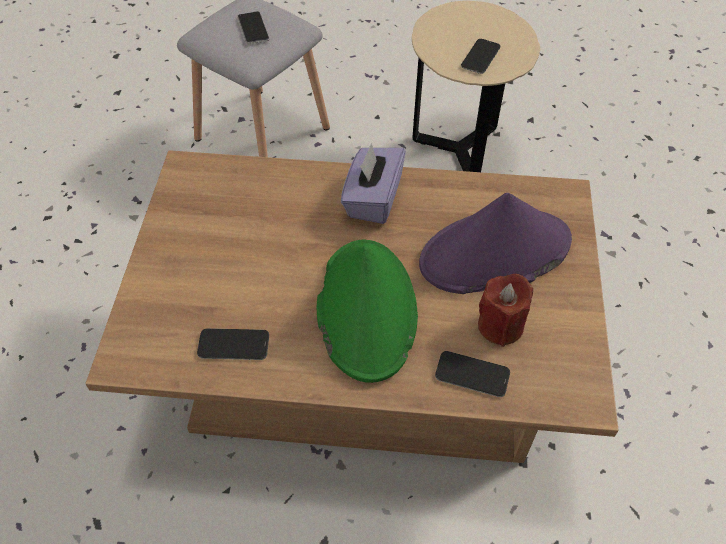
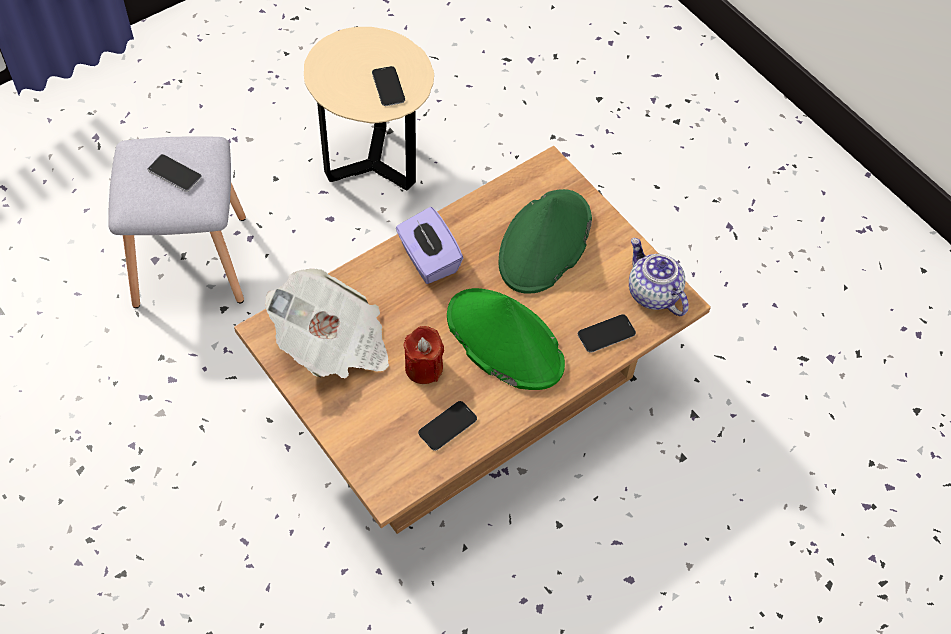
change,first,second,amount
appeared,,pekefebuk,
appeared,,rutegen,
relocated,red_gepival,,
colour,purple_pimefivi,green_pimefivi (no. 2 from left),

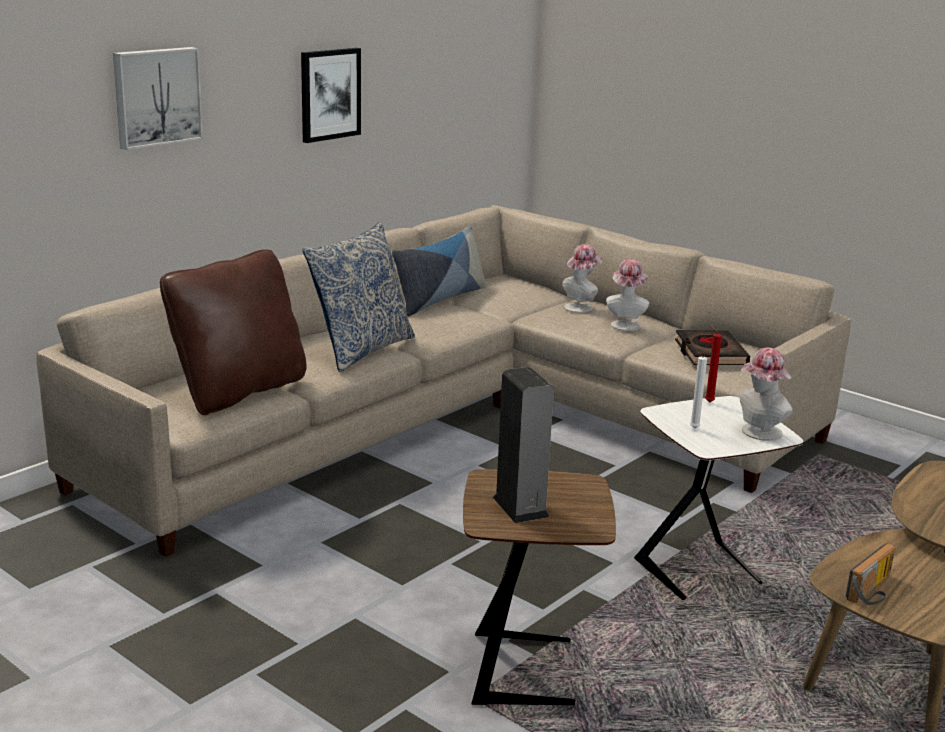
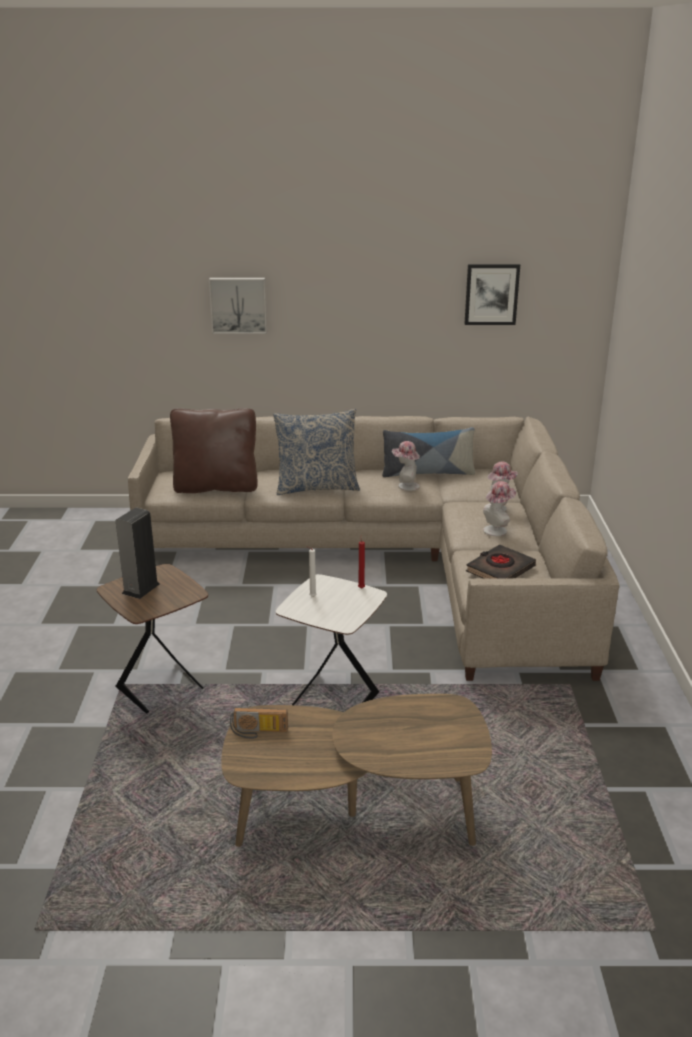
change,first,second,amount
relocated,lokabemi (no. 2 from left),,
relocated,pimefivi (no. 3 from left in the first image),pimefivi (no. 1 from left),

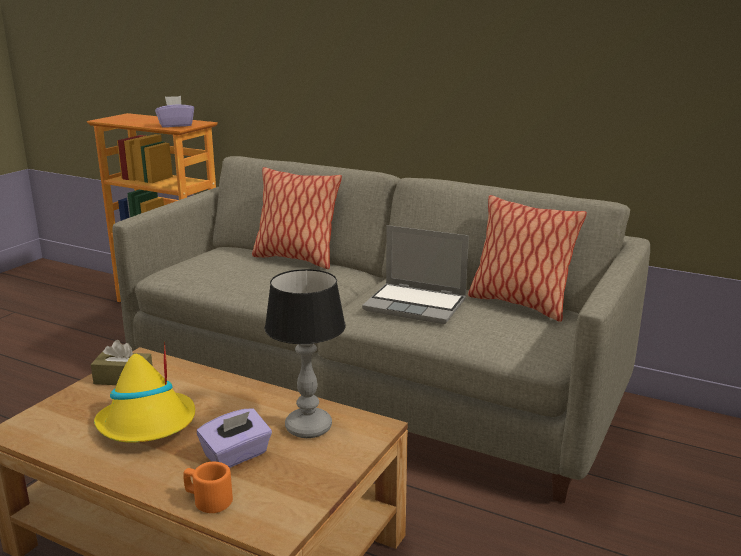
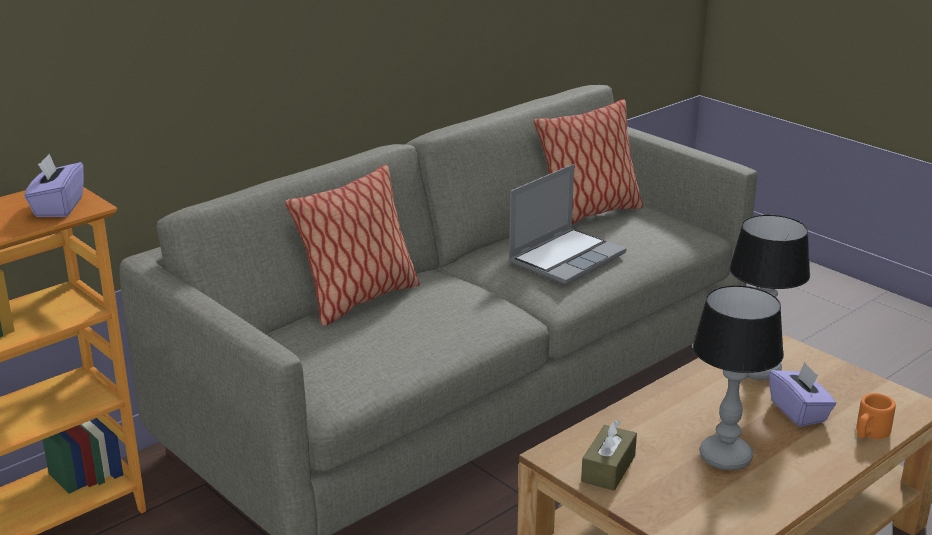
change,first,second,amount
exchanged,yellow_pimefivi,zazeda (no. 1 from left),

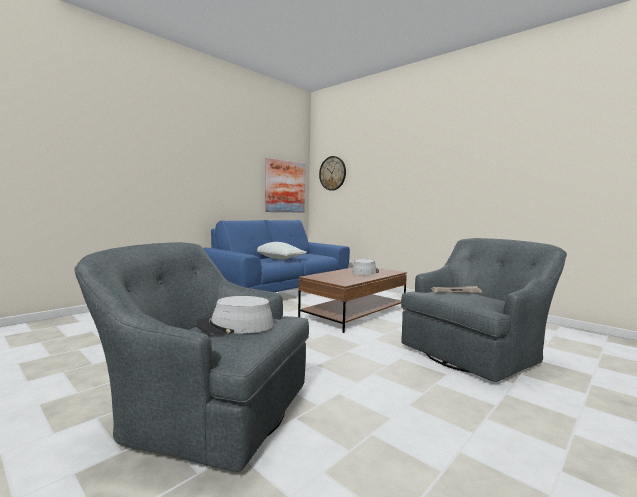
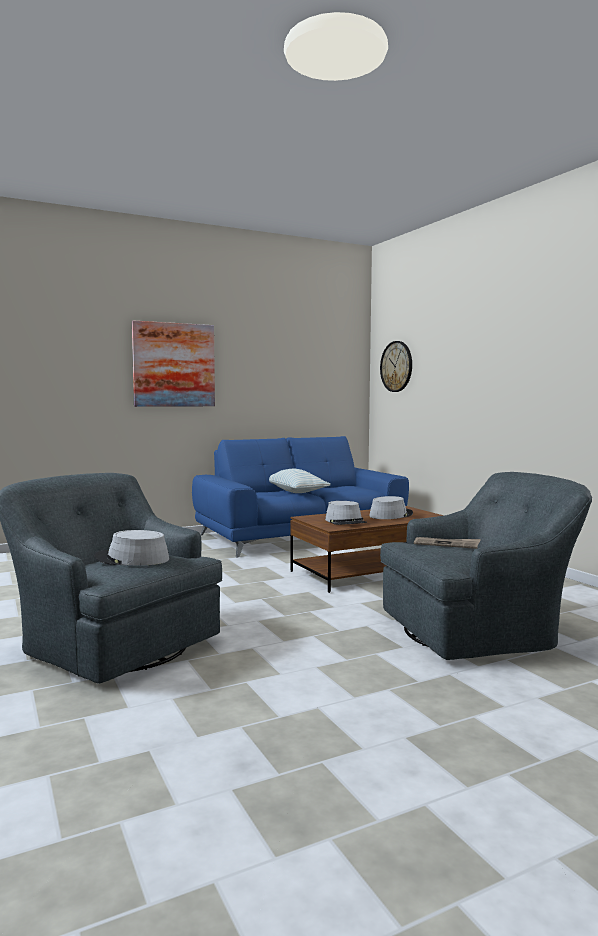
change,first,second,amount
appeared,,grey_pimefivi (no. 2 from left),
relocated,lokabemi,,

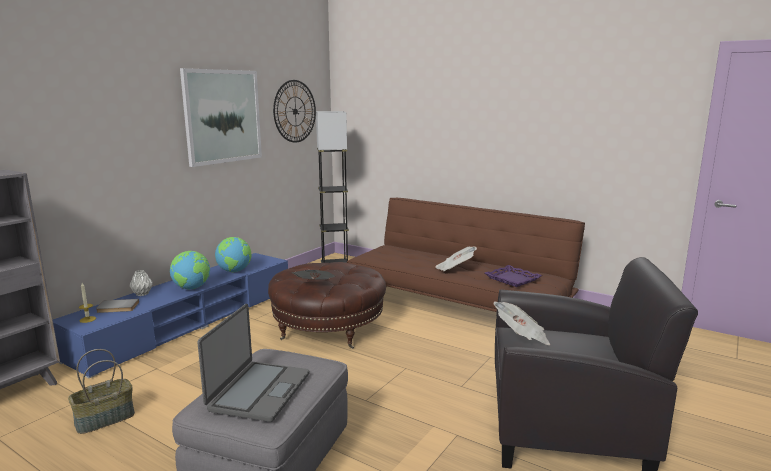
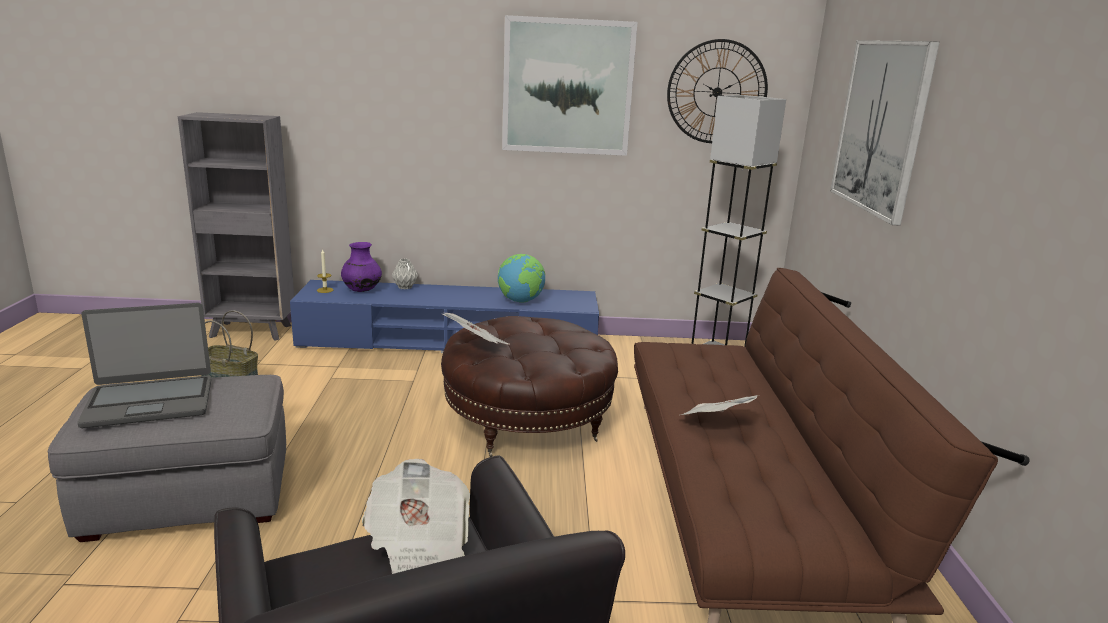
change,first,second,amount
missing,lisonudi (no. 1 from left),,
missing,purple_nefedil,,
appeared,,lokabemi (no. 2 from left),
exchanged,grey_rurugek,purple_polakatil,

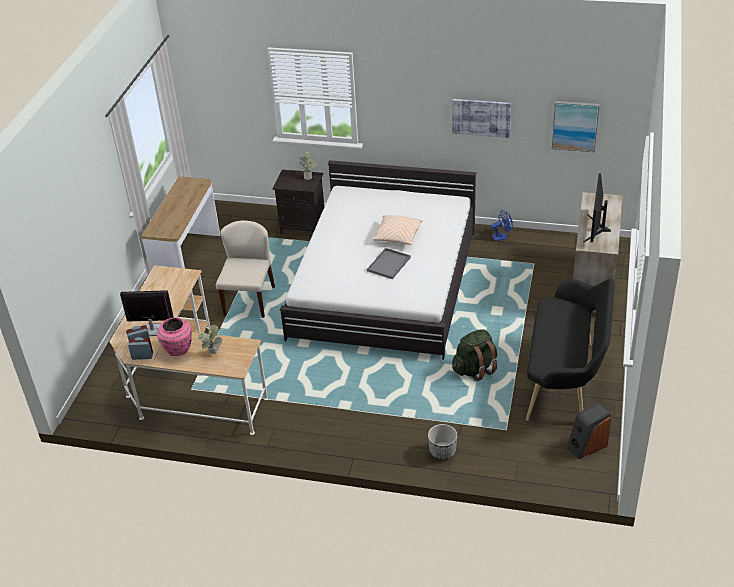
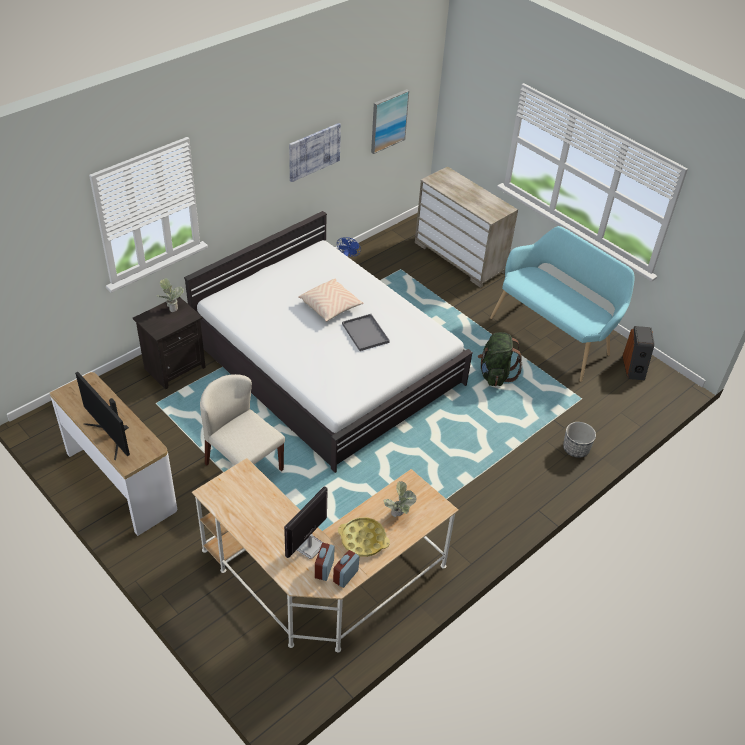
change,first,second,amount
relocated,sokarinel (no. 2 from left in the first image),sokarinel (no. 1 from left),
exchanged,pink_polakatil,yellow_nefedil,
colour,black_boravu,turquoise_boravu,

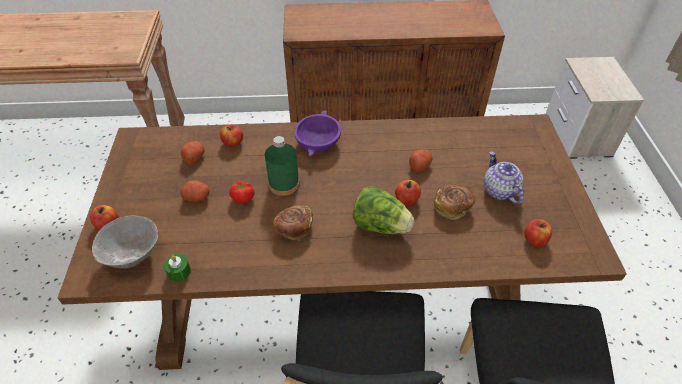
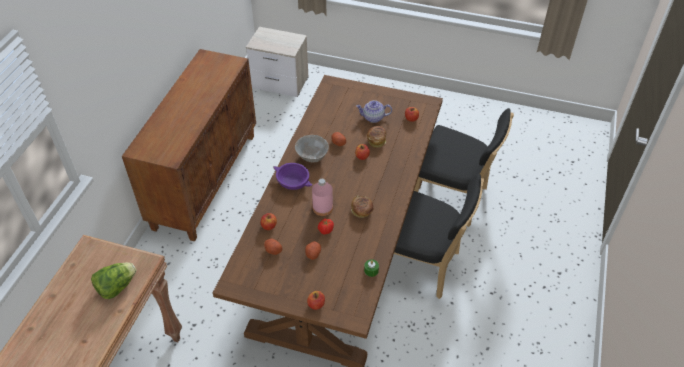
change,first,second,amount
relocated,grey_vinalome,,
relocated,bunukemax,,
colour,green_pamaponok,pink_pamaponok,

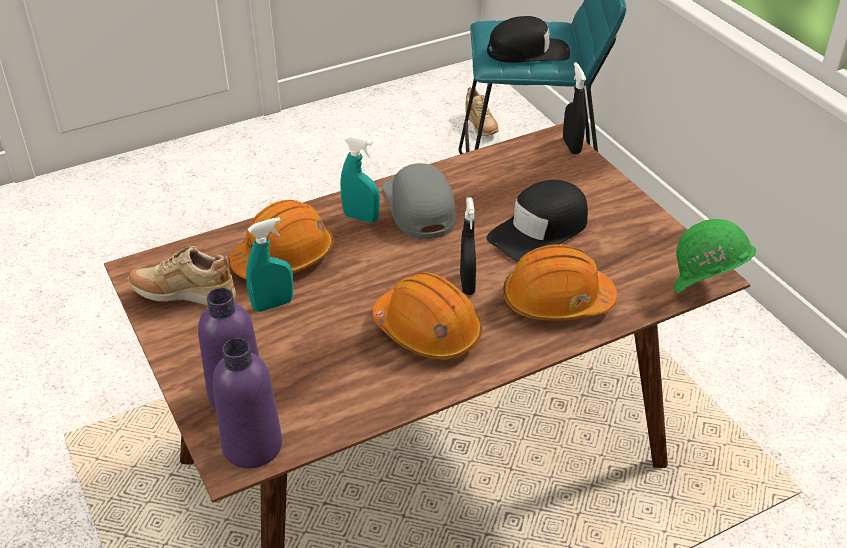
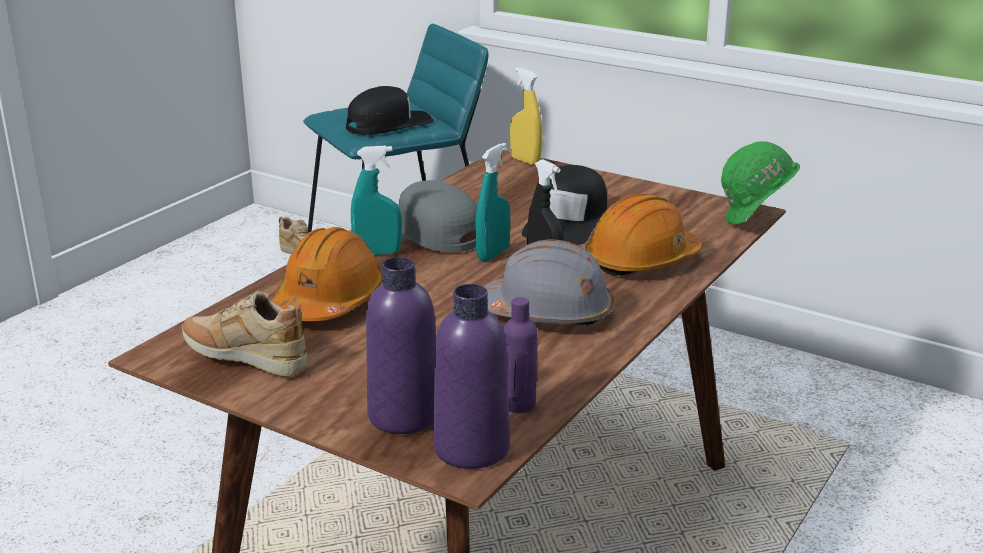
change,first,second,amount
appeared,,purple_pamaponok (no. 3 from left),
relocated,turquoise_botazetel (no. 1 from left in the first image),turquoise_botazetel (no. 2 from left),
colour,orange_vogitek (no. 2 from left),grey_vogitek,
colour,black_botazetel (no. 2 from left),yellow_botazetel,
spun,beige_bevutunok (no. 1 from left),,45 degrees clockwise

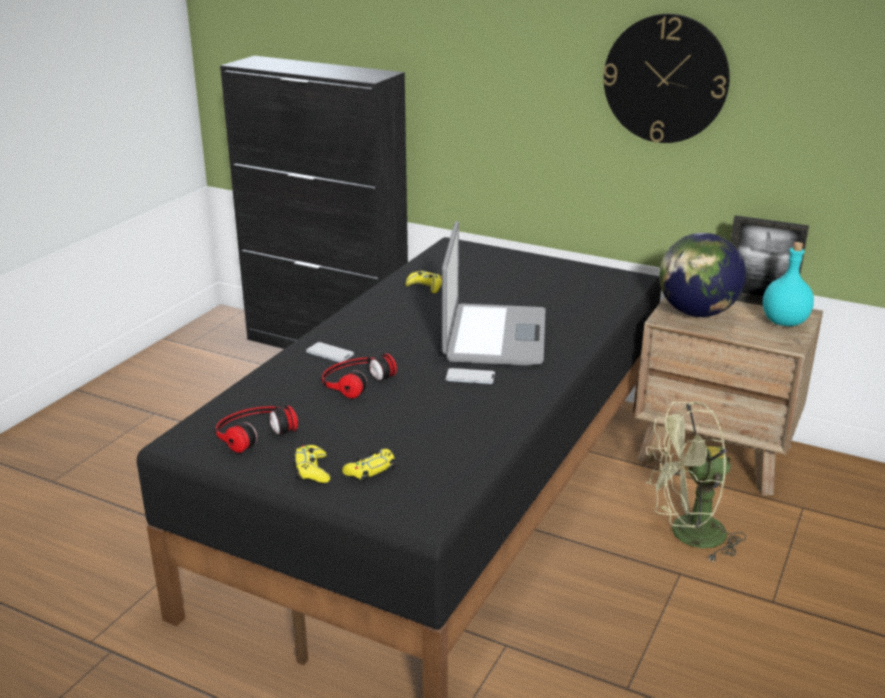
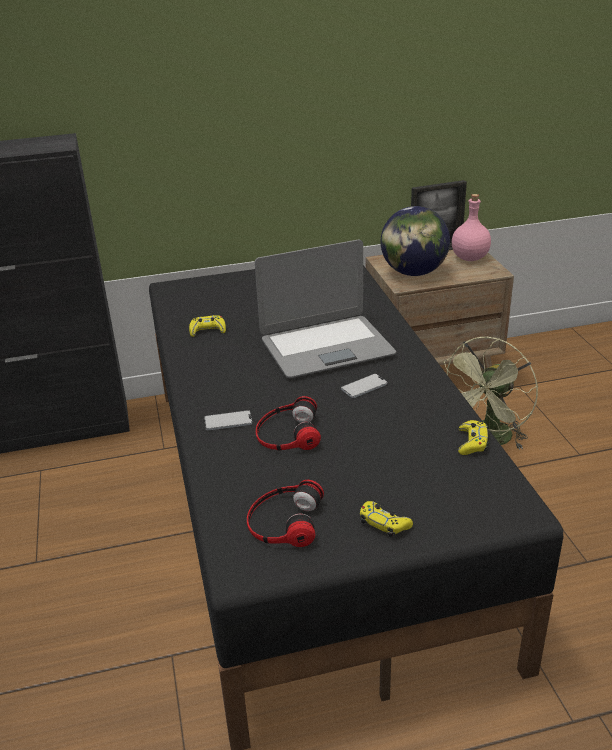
change,first,second,amount
missing,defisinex,,
relocated,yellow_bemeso (no. 2 from left in the first image),yellow_bemeso (no. 3 from left),
colour,turquoise_pamaponok,pink_pamaponok,
spun,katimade,,105 degrees clockwise

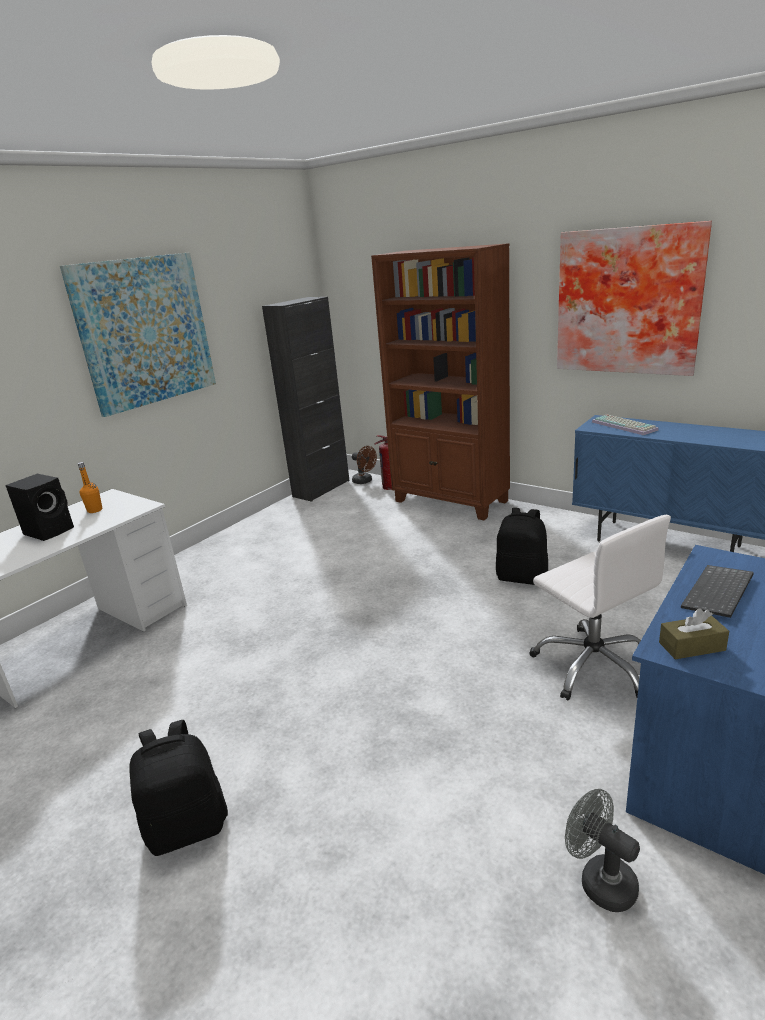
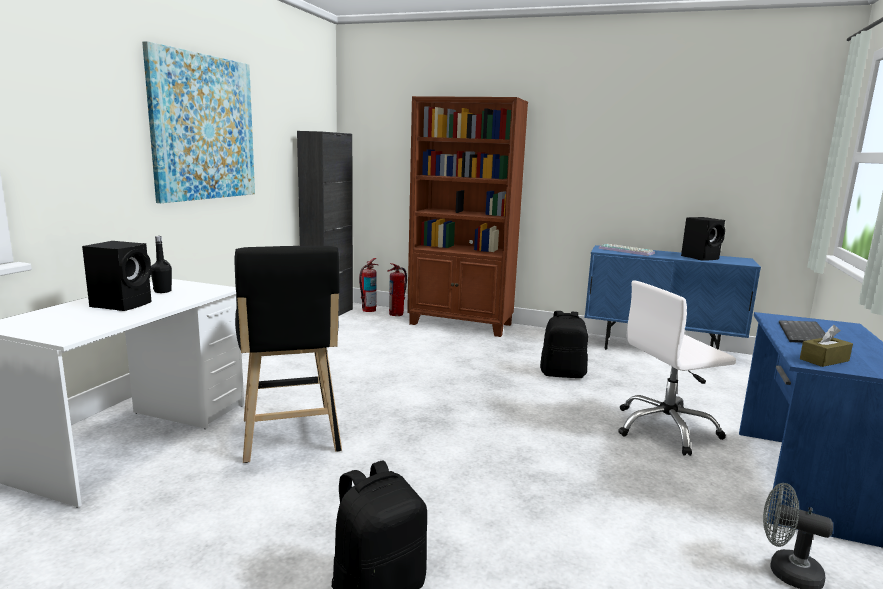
change,first,second,amount
missing,lokabemi (no. 2 from left),,
appeared,,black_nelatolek,
appeared,,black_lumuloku (no. 2 from left),
exchanged,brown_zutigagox,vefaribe (no. 1 from left),
colour,orange_pamaponok,black_pamaponok,
spun,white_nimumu,,120 degrees clockwise

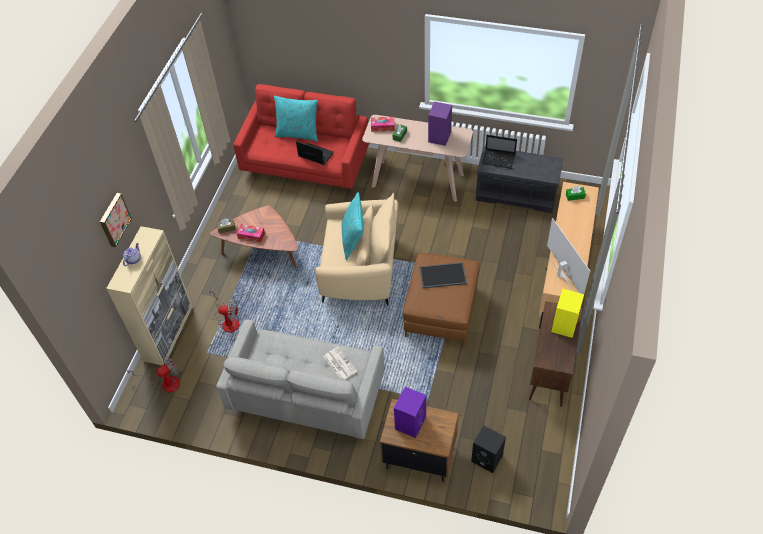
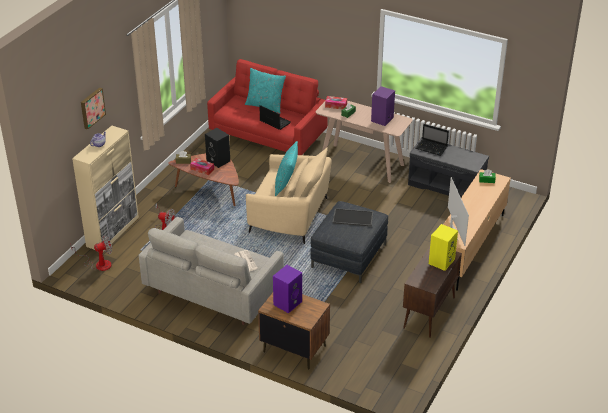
change,first,second,amount
relocated,black_lumuloku,,
colour,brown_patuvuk,grey_patuvuk,

